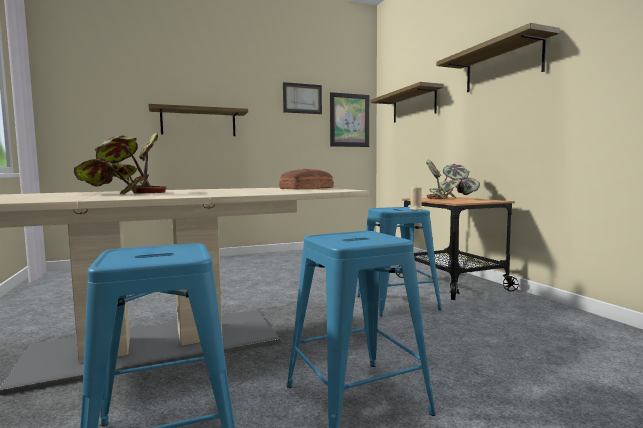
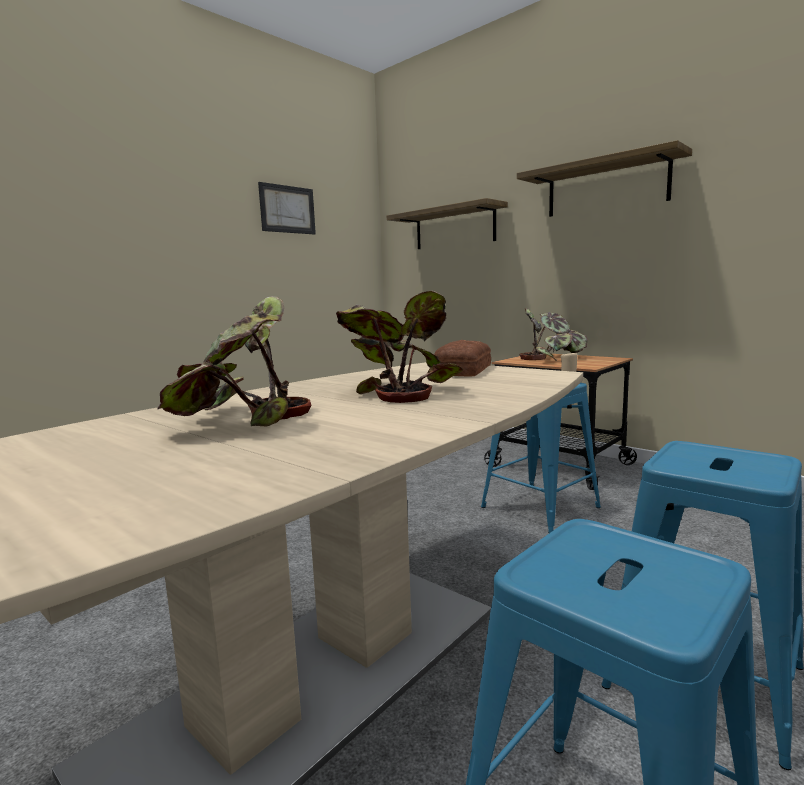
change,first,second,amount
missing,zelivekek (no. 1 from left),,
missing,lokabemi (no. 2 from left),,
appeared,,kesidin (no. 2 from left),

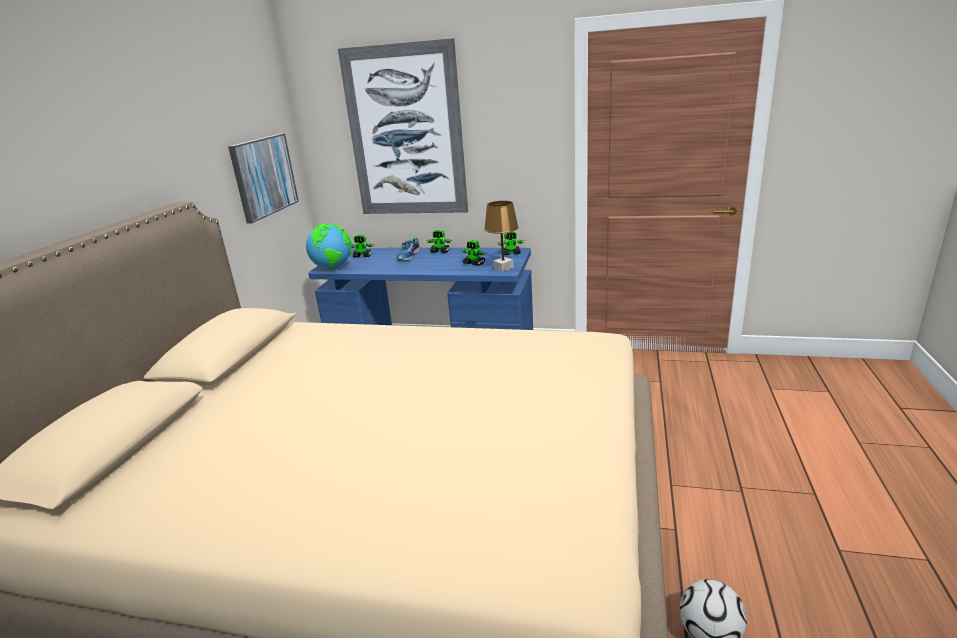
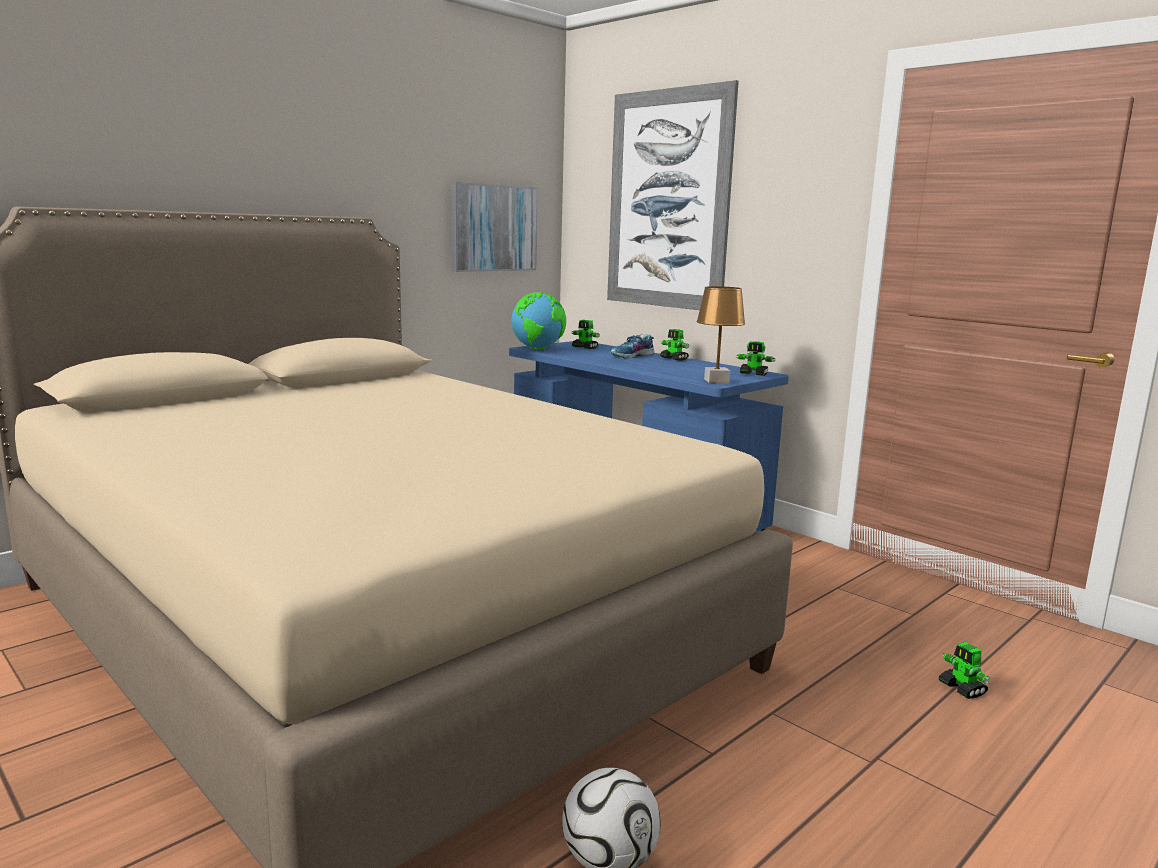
change,first,second,amount
relocated,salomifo (no. 3 from left in the first image),salomifo (no. 4 from left),

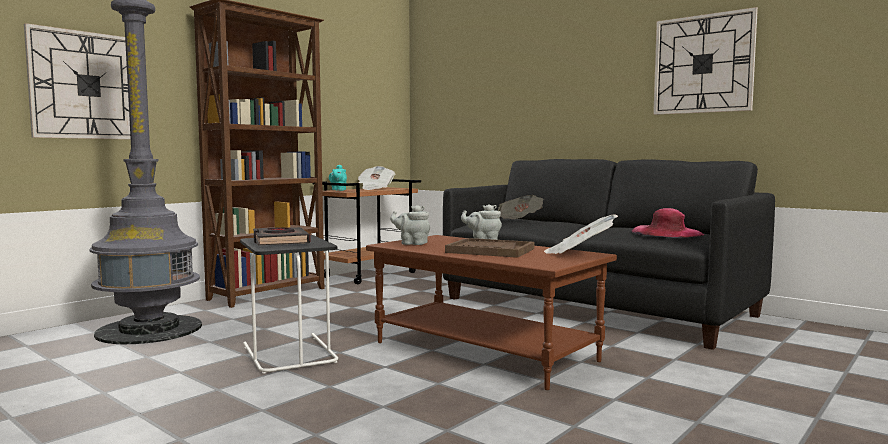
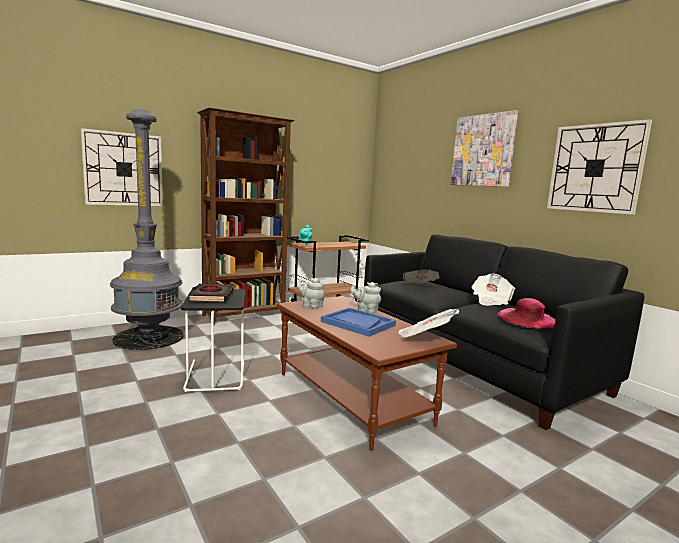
change,first,second,amount
appeared,,lokabemi,
relocated,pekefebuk (no. 1 from left in the first image),pekefebuk (no. 3 from left),
colour,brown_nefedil,blue_nefedil,

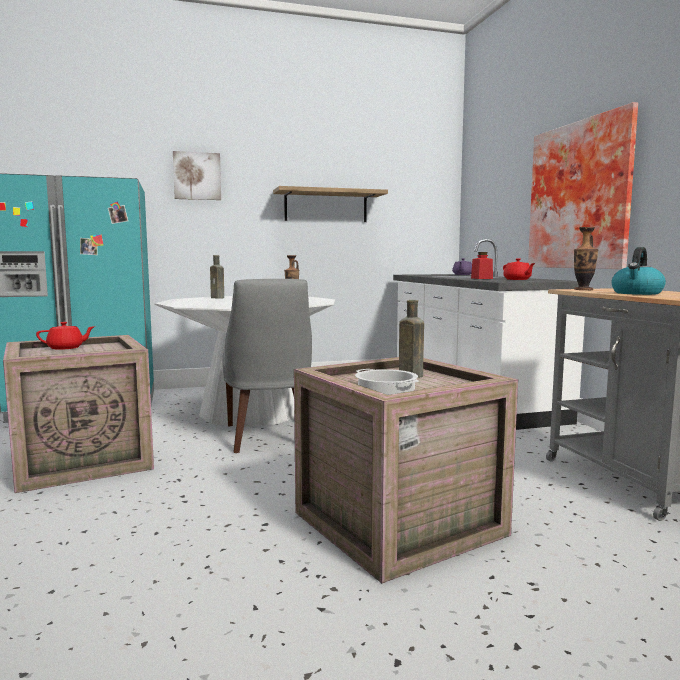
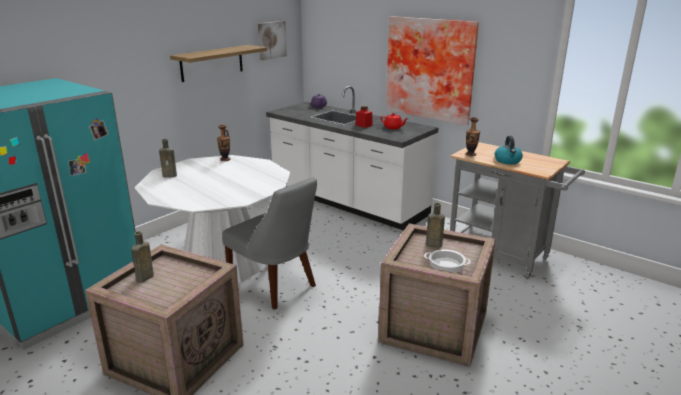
change,first,second,amount
relocated,lokabemi (no. 1 from left),,
exchanged,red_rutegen (no. 1 from left),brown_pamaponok (no. 1 from left),

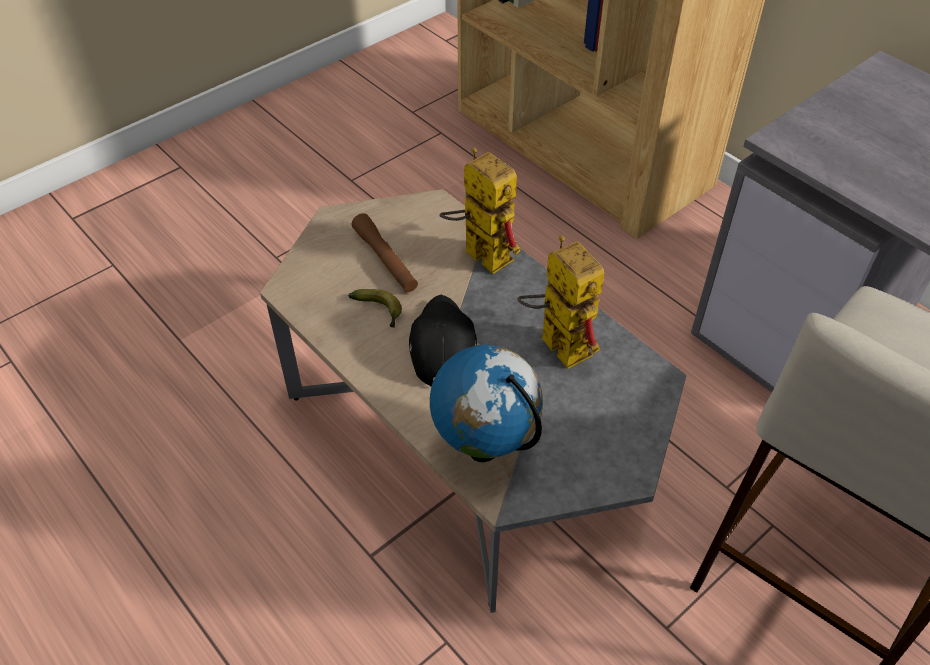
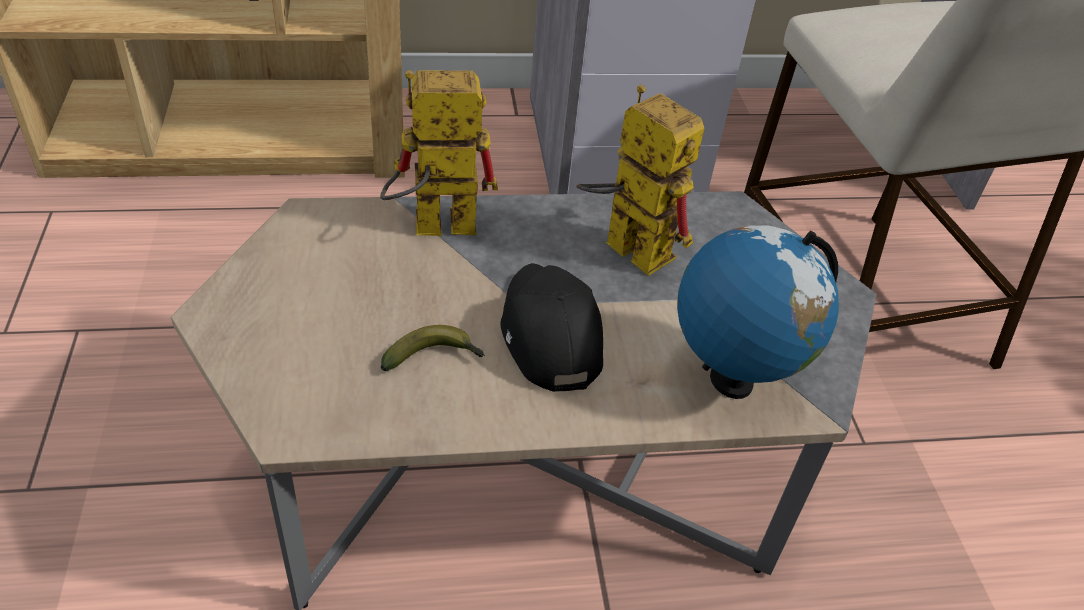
change,first,second,amount
missing,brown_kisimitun,,
spun,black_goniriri,,45 degrees clockwise
spun,salomifo (no. 2 from left),,45 degrees clockwise

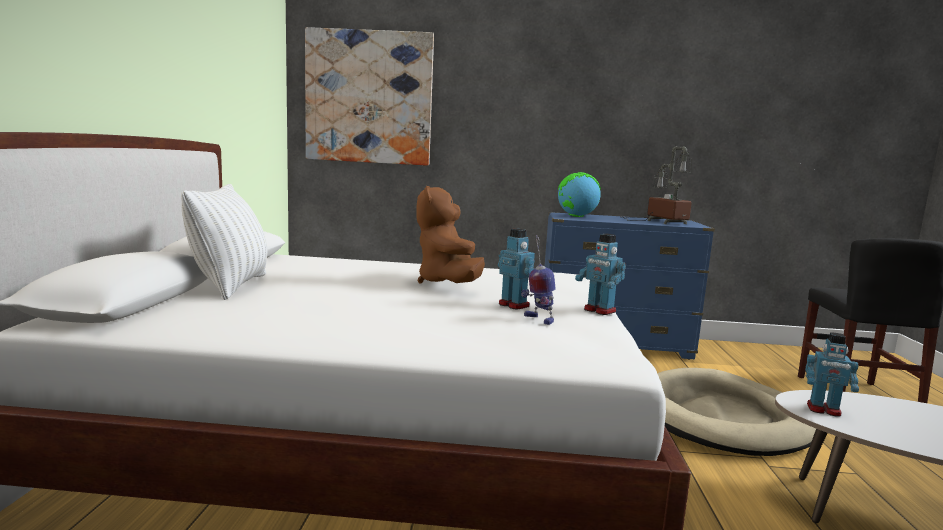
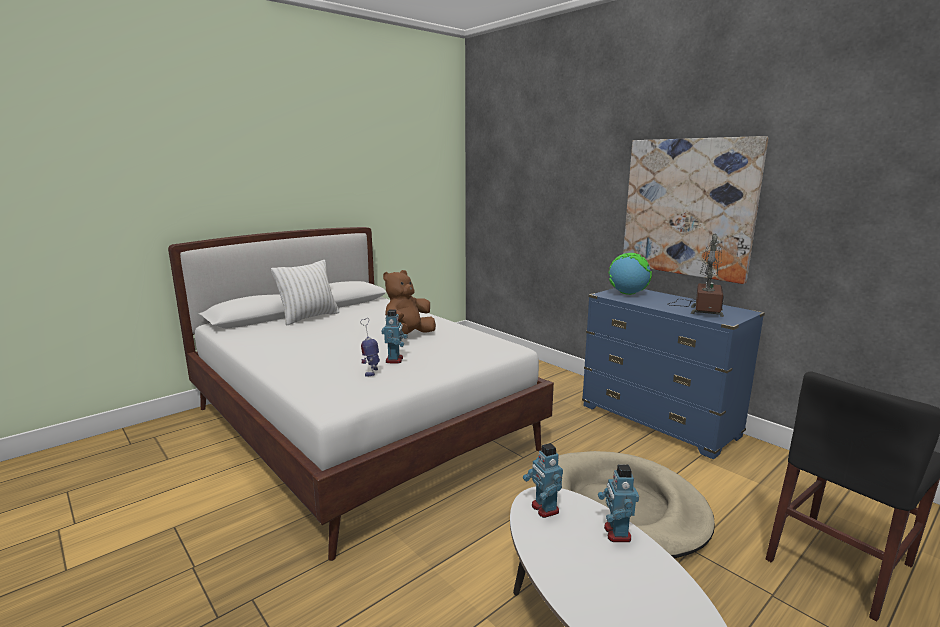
change,first,second,amount
relocated,lokabemi,,
relocated,salomifo (no. 3 from left in the first image),salomifo (no. 4 from left),

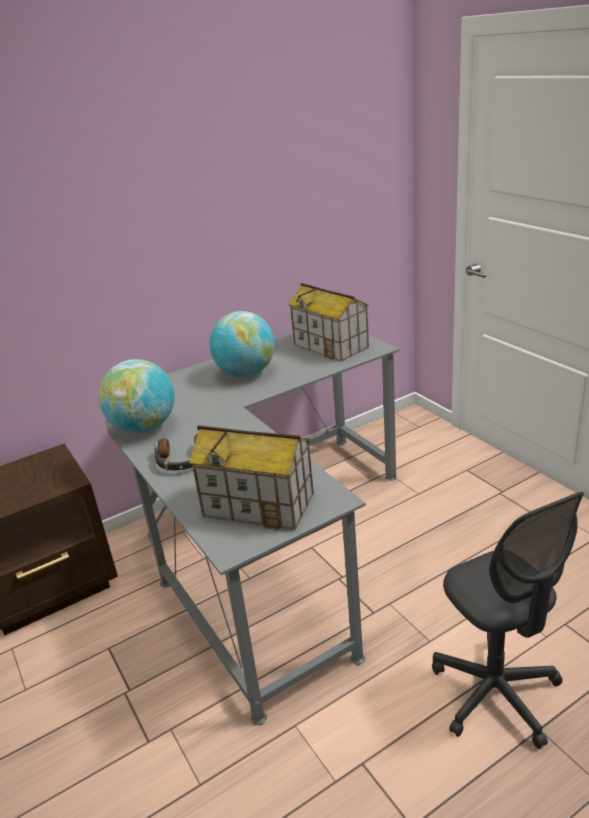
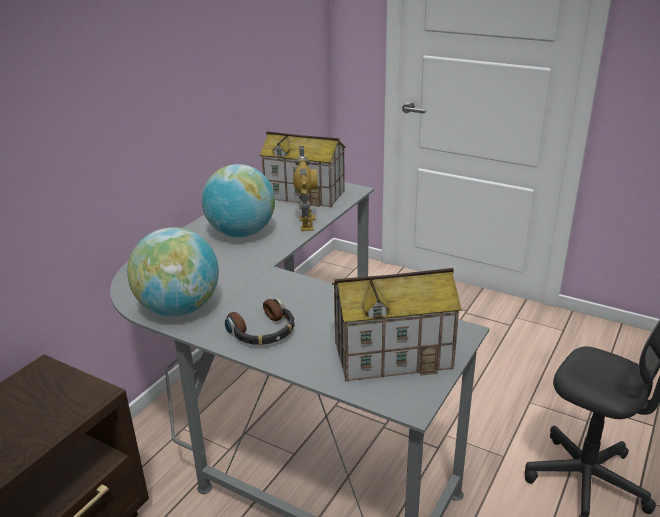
change,first,second,amount
appeared,,salomifo,

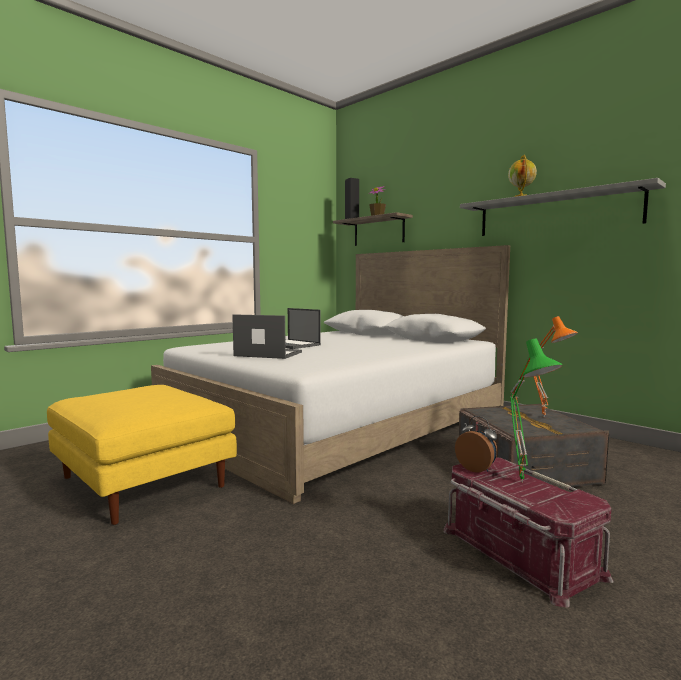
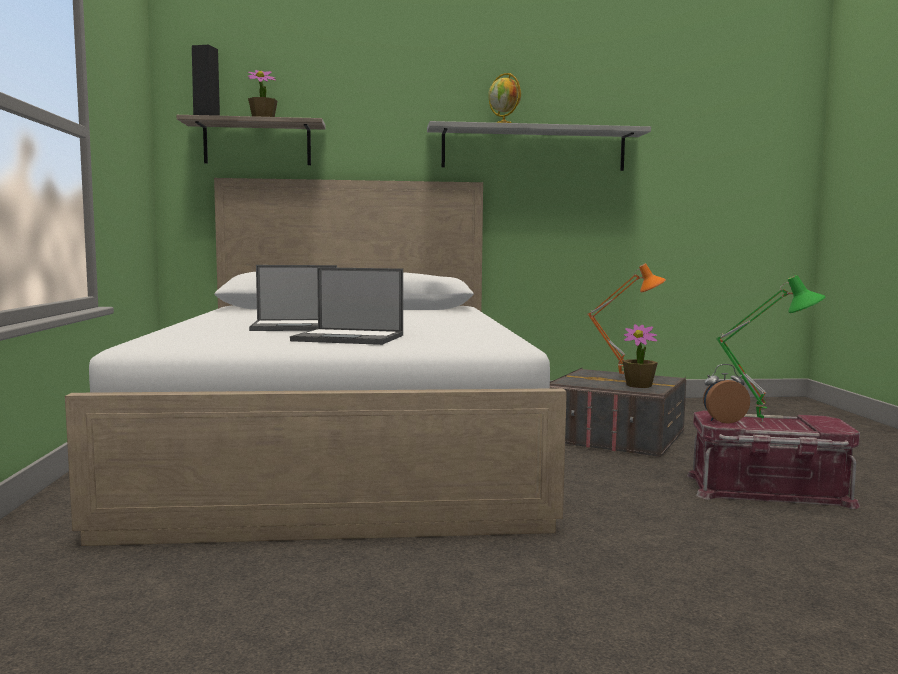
change,first,second,amount
missing,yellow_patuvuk,,
appeared,,kesidin (no. 2 from left),
spun,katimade (no. 1 from left in the first image),katimade (no. 2 from left),135 degrees counterclockwise

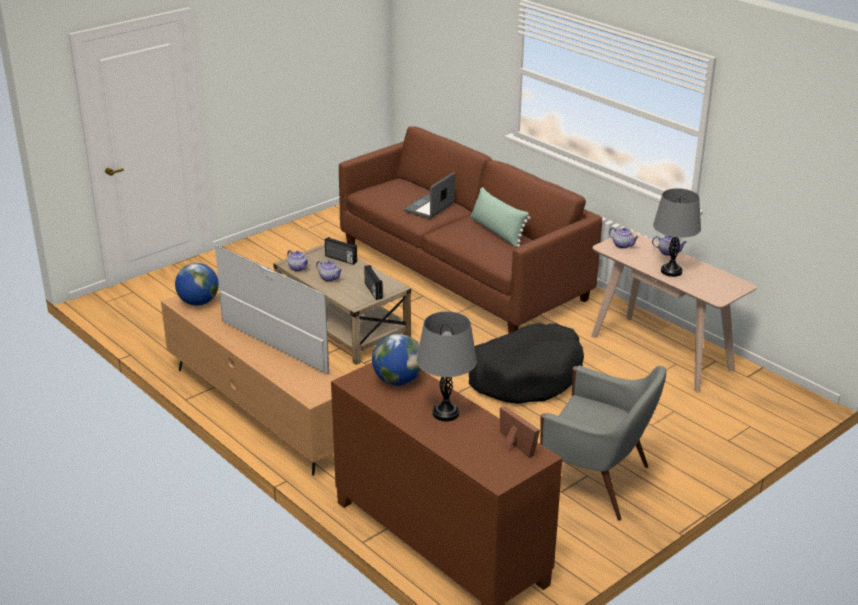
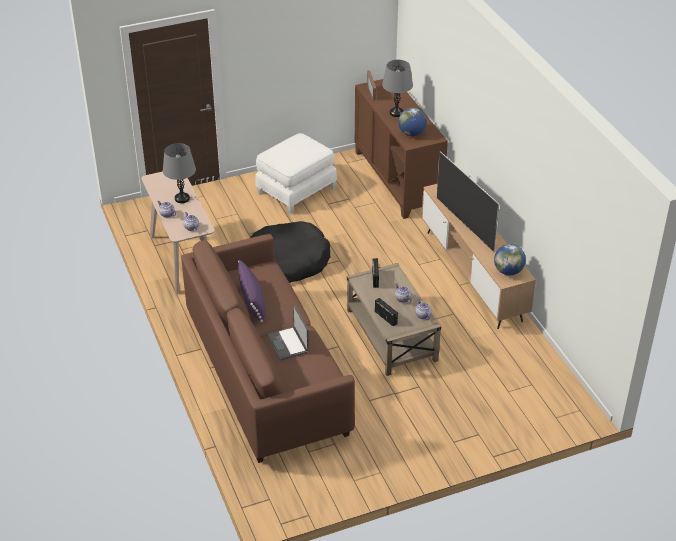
change,first,second,amount
exchanged,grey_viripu,white_patuvuk,
colour,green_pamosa,purple_pamosa,
spun,katimade,,105 degrees clockwise

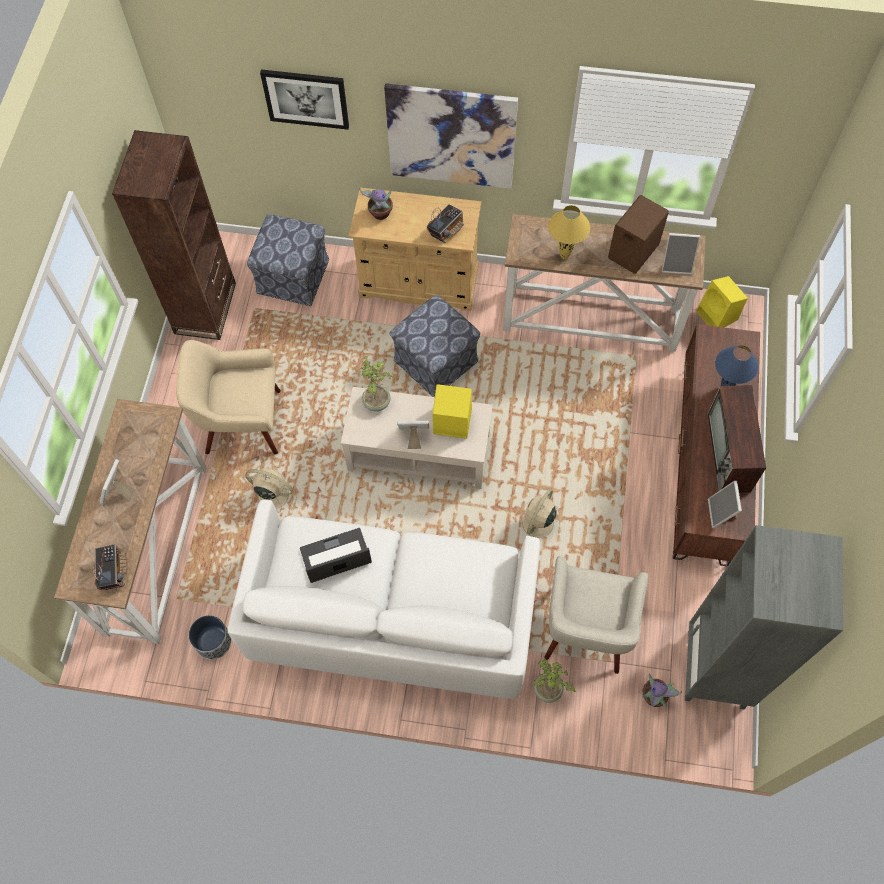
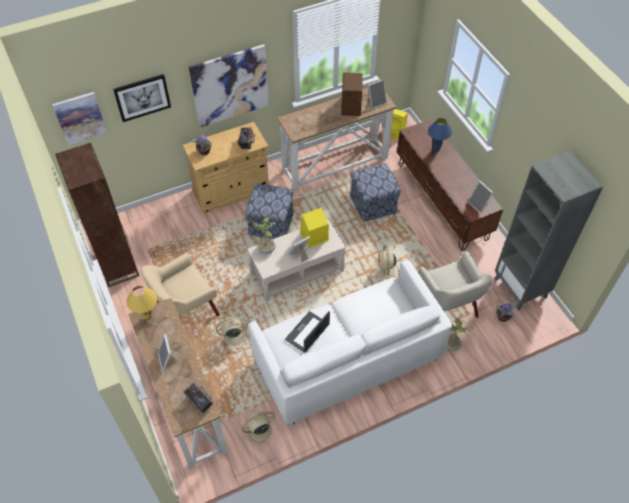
change,first,second,amount
missing,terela,,
appeared,,lokabemi (no. 1 from left),
relocated,patuvuk (no. 1 from left in the first image),patuvuk (no. 2 from left),
relocated,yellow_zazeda,,
exchanged,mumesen,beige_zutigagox (no. 2 from left),

